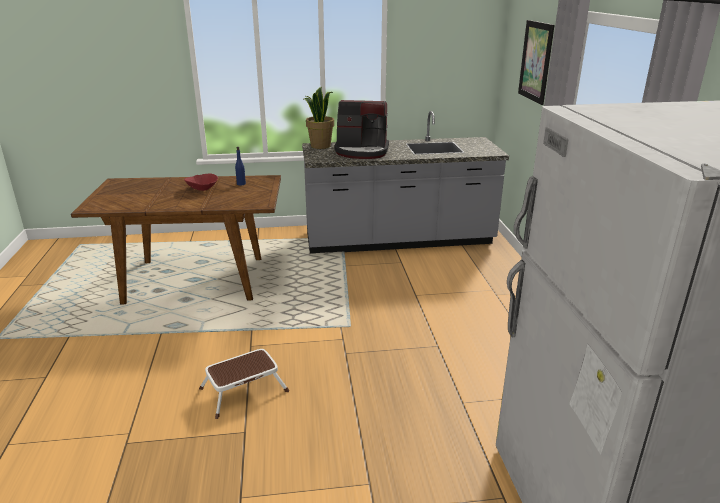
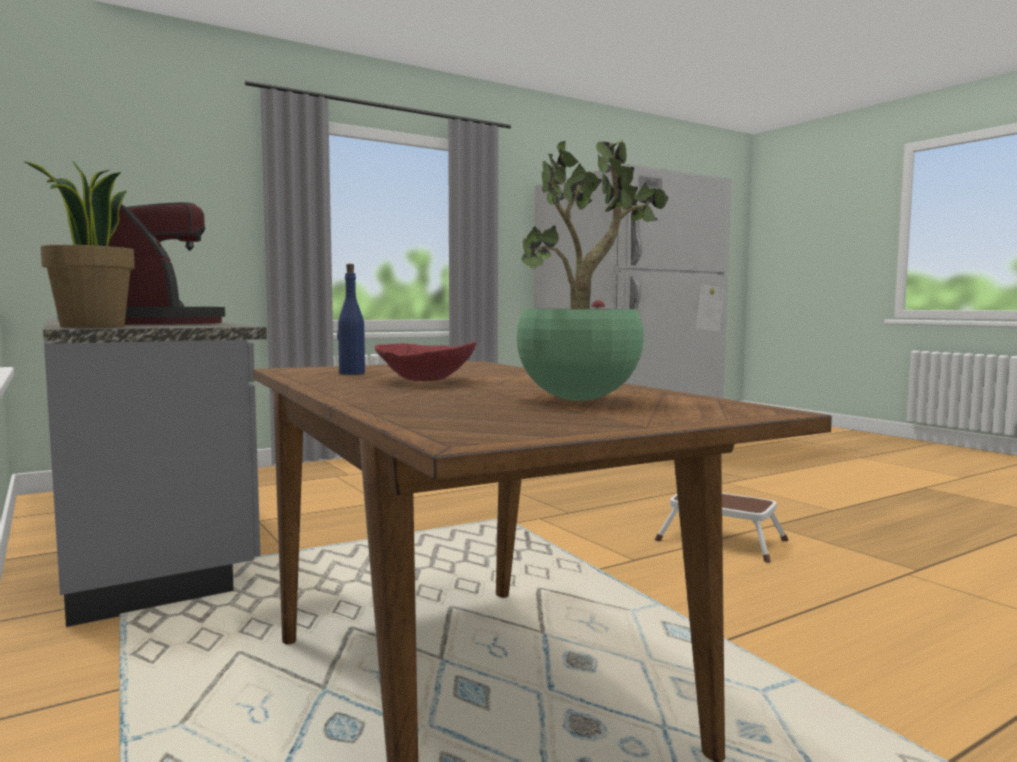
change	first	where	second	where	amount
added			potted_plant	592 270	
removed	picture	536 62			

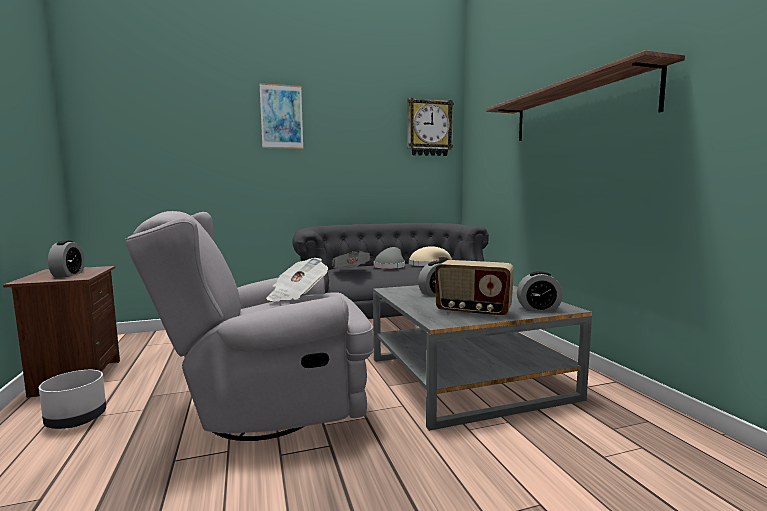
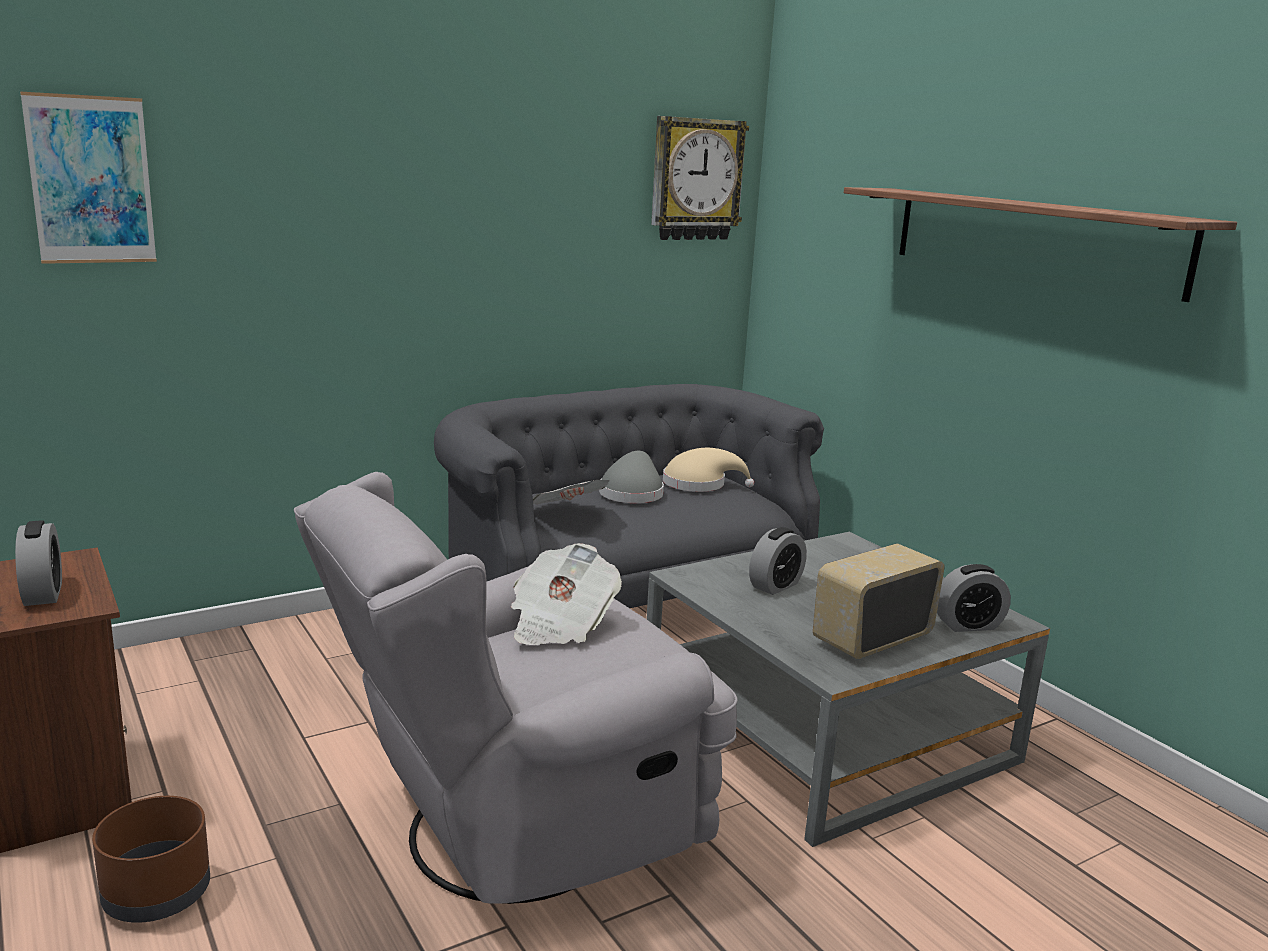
change	first	where	second	where	amount
moved	picture	281 116		88 178	
recoloured	grey_planter	72 399	brown_planter	151 859	
turned	radio	474 289		879 601	135 degrees clockwise

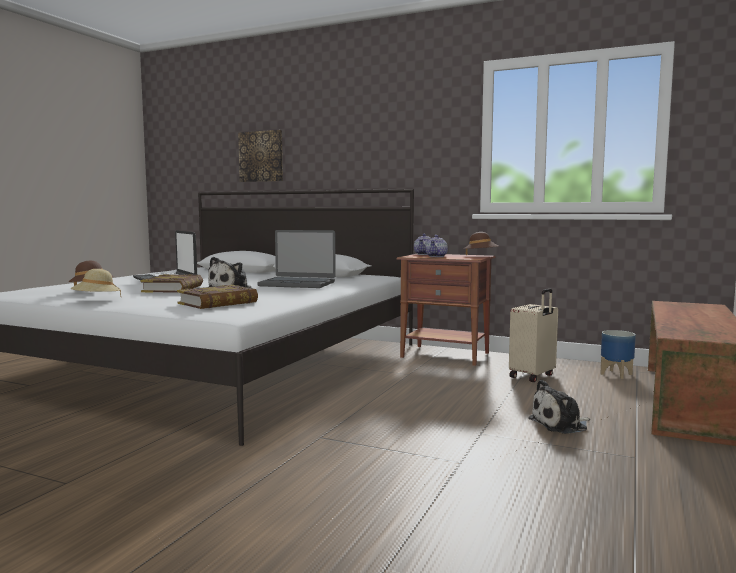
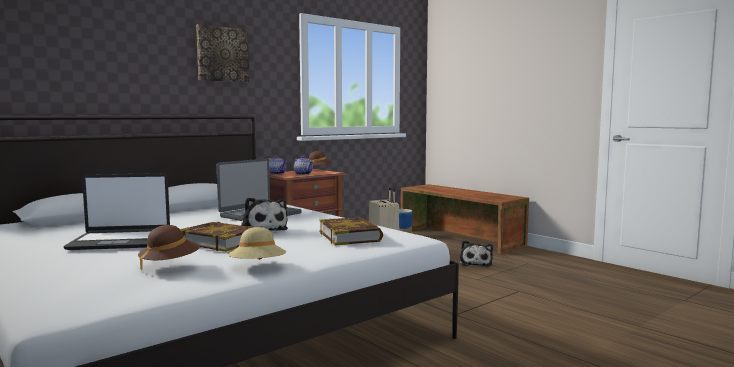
change	first	where	second	where	amount
moved	picture	260 156		222 53	

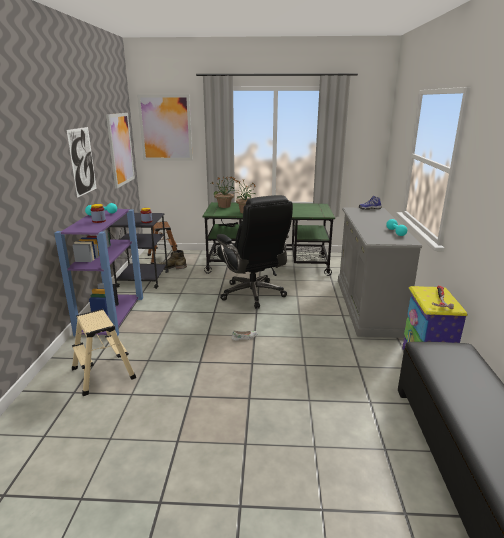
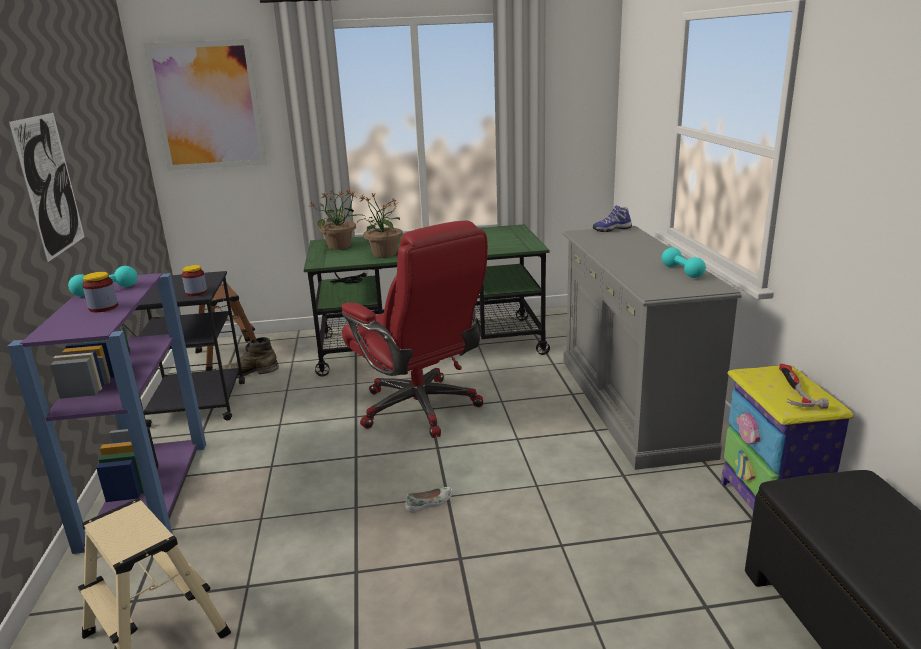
change	first	where	second	where	amount
recoloured	black_office_chair	255 252	red_office_chair	414 329	
removed	picture	120 150			

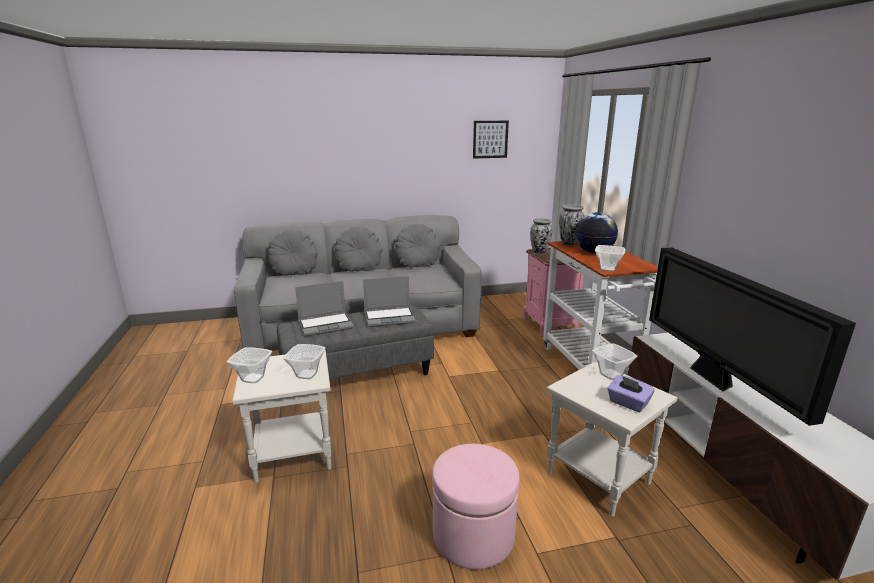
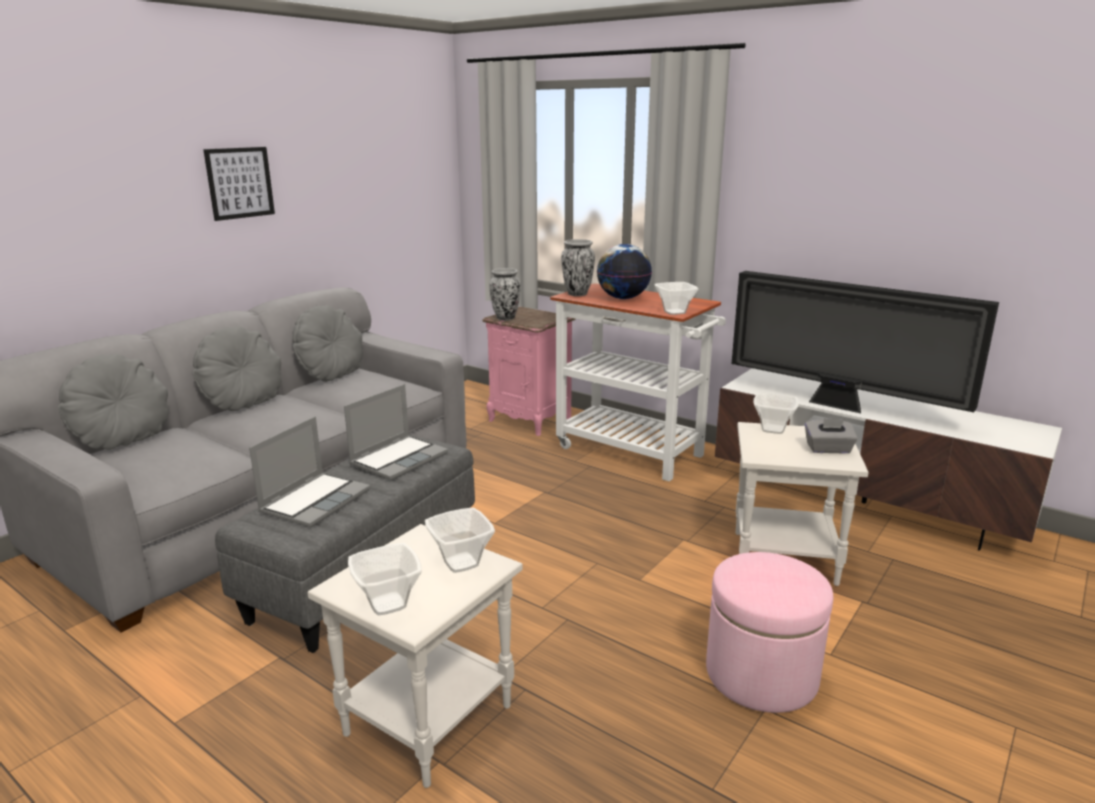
change	first	where	second	where	amount
moved	picture	491 140		239 184	
recoloured	purple_tissue_box	631 393	grey_tissue_box	831 436	

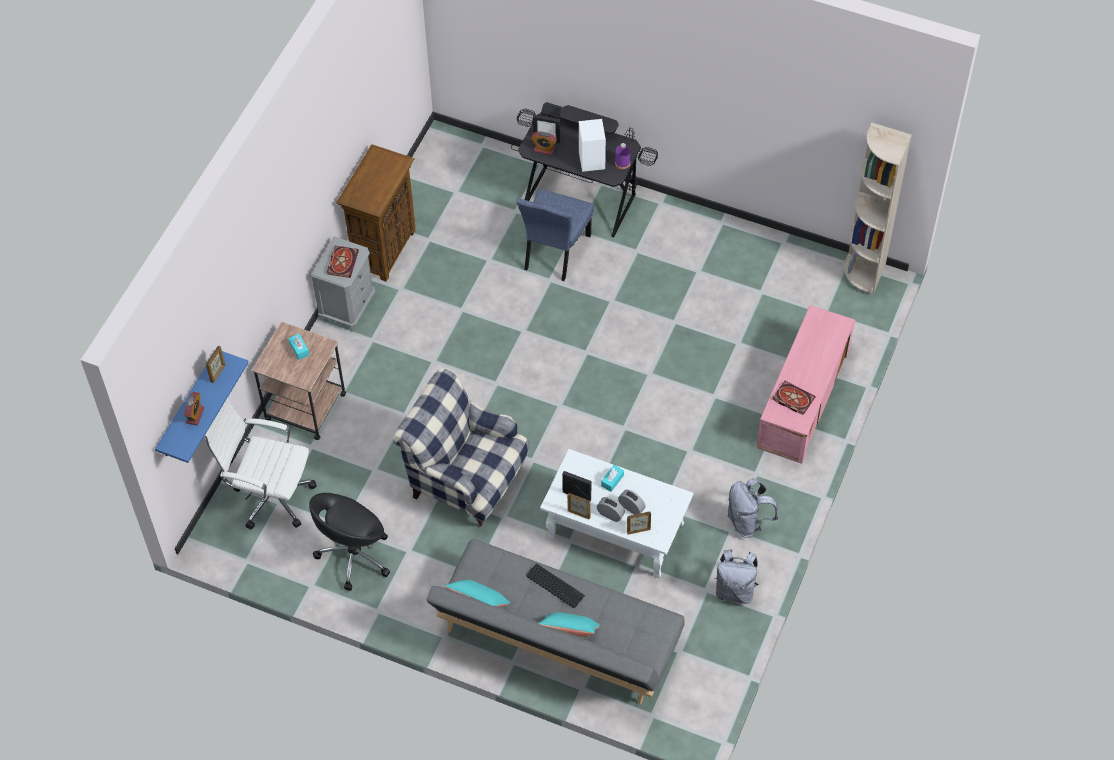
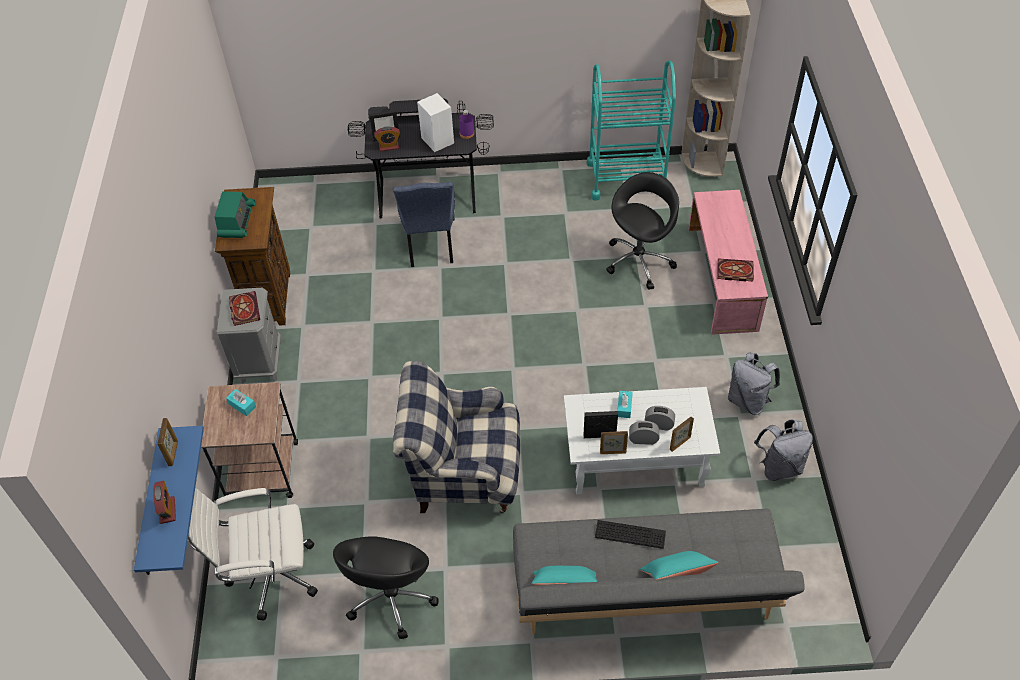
change	first	where	second	where	amount
added			radio	235 214	
added			turquoise_cart	631 130	
added			black_office_chair	642 230	

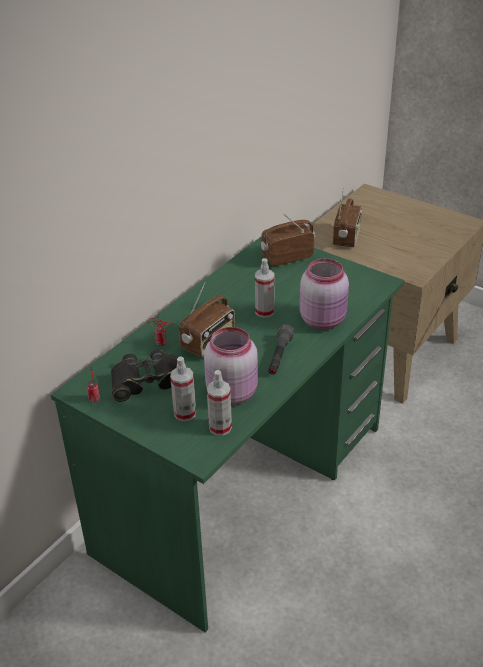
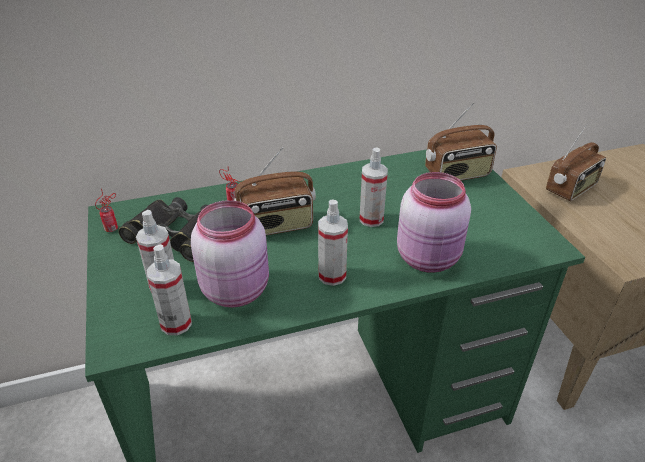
change	first	where	second	where	amount
replaced	grey_flashlight	281 349	spray_bottle	333 242	
turned	radio	288 239		461 141	150 degrees clockwise

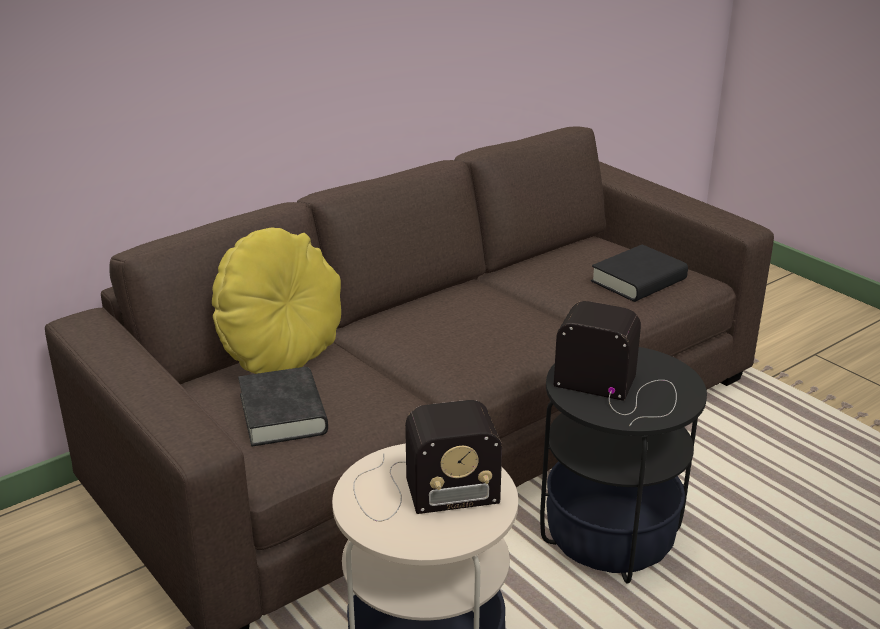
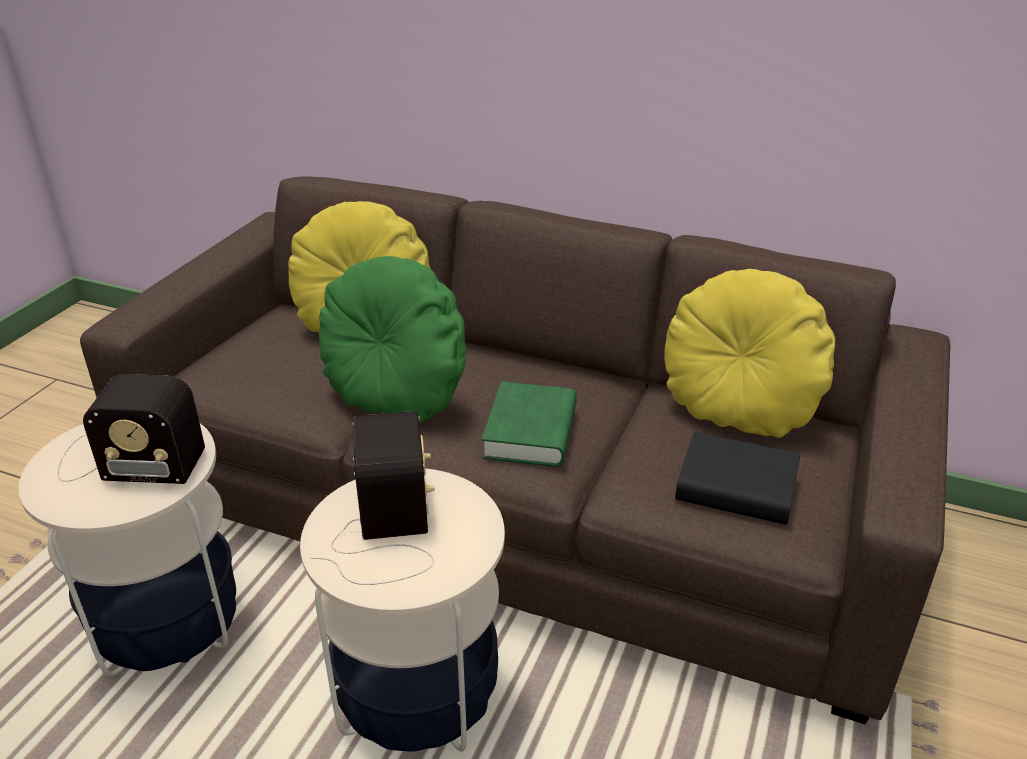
change	first	where	second	where	amount
turned	radio	427 460		131 429	45 degrees counterclockwise
recoloured	black_side_table	623 465	beige_side_table	402 610	
added			green_pillow	392 339	
added			green_book	529 424	
added			yellow_pillow	749 353	
removed	black_book	283 407			

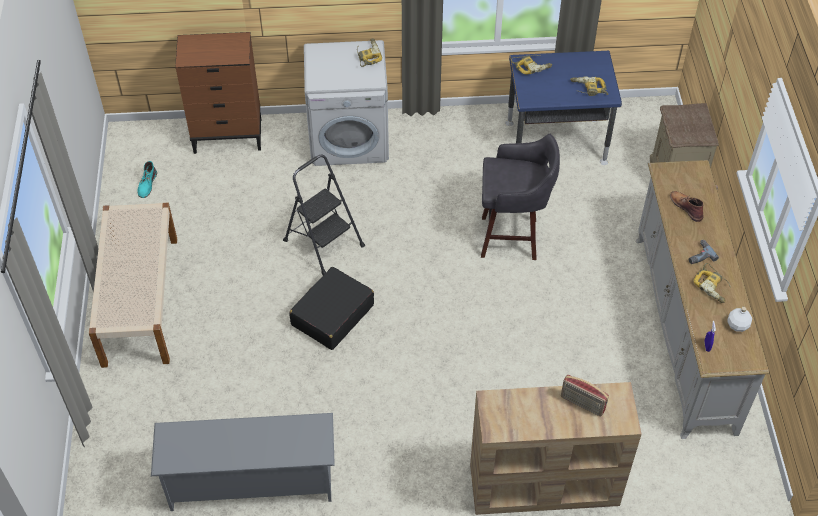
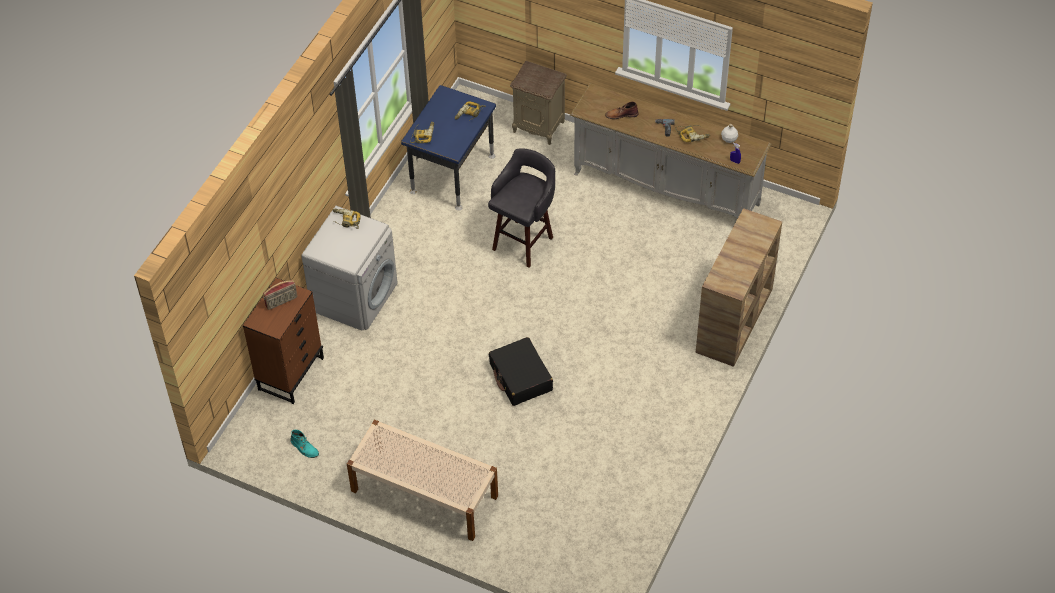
change	first	where	second	where	amount
moved	radio	585 395		280 295	
removed	grey_shoe_rack	243 462			
removed	black_step_ladder	324 215			

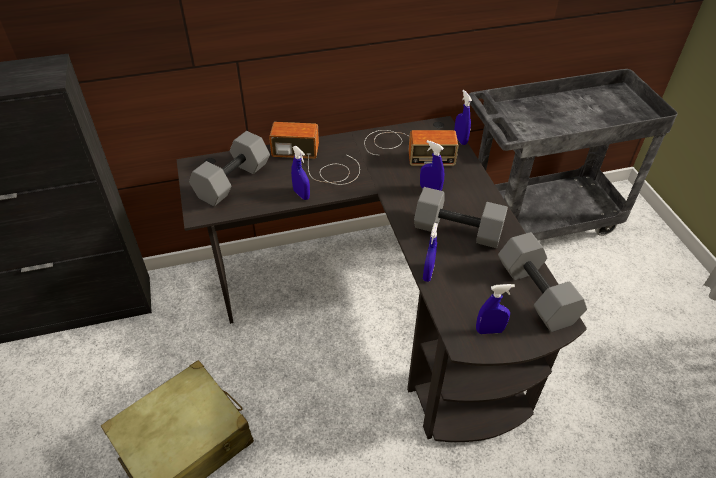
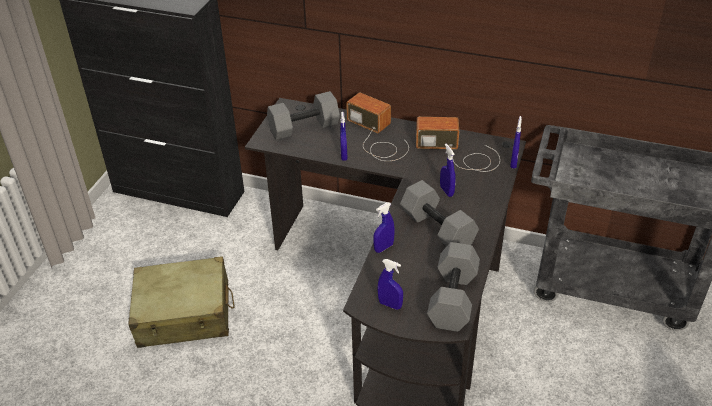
change	first	where	second	where	amount
turned	radio	411 148		458 144	150 degrees clockwise

